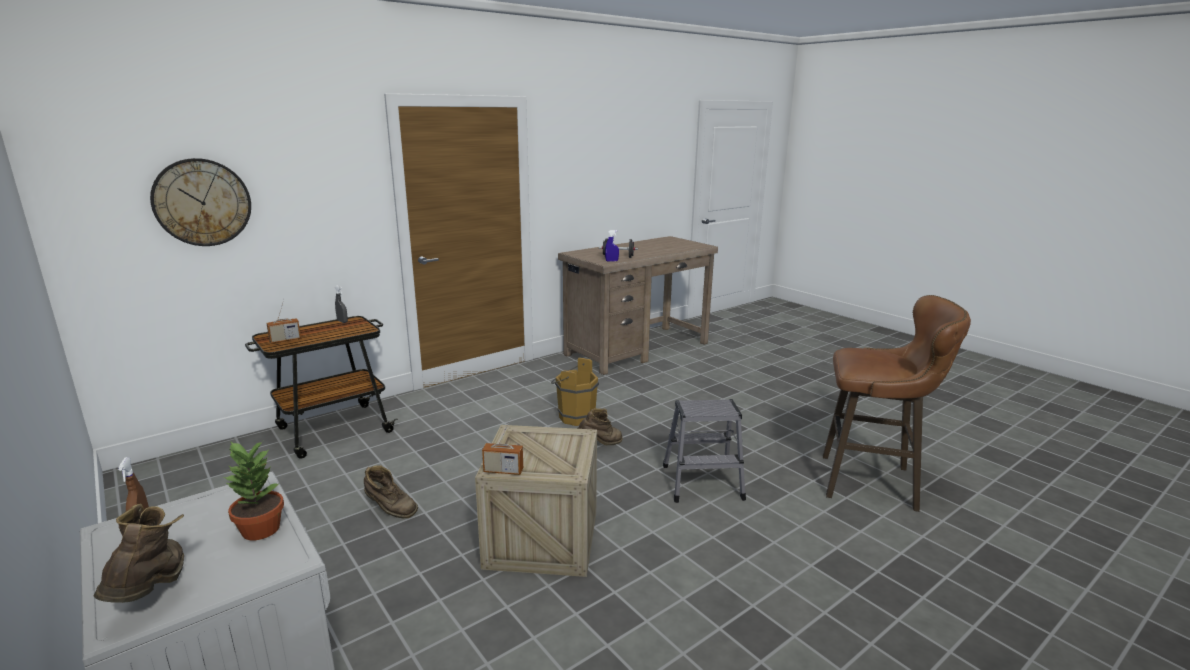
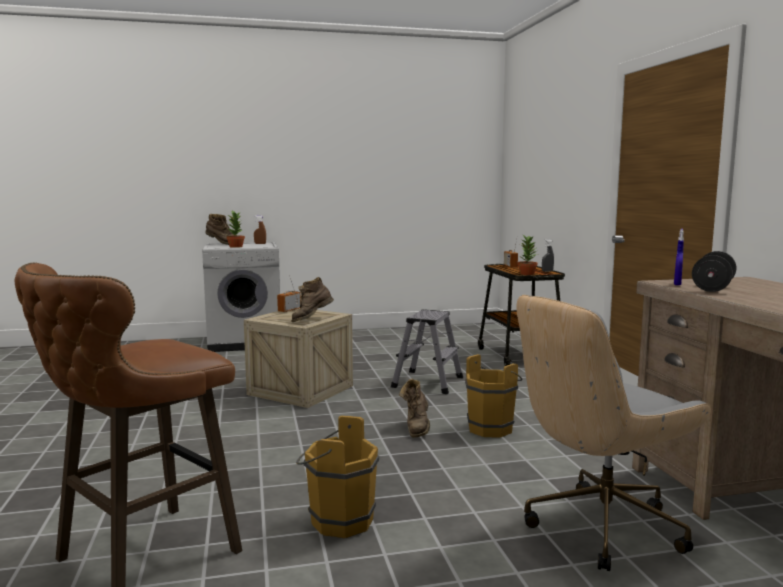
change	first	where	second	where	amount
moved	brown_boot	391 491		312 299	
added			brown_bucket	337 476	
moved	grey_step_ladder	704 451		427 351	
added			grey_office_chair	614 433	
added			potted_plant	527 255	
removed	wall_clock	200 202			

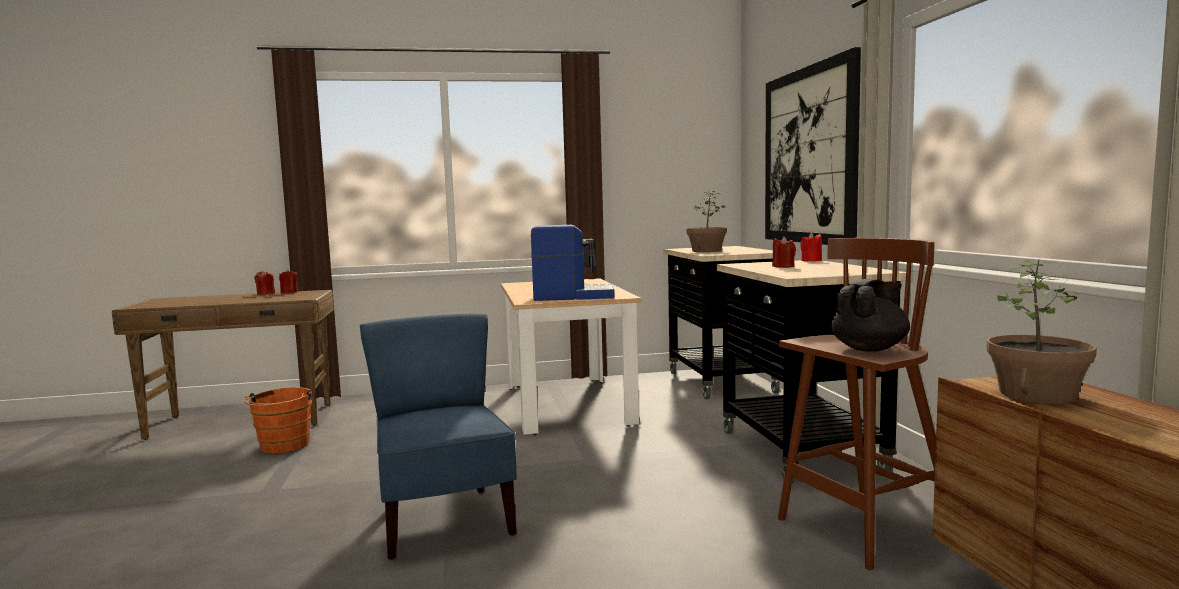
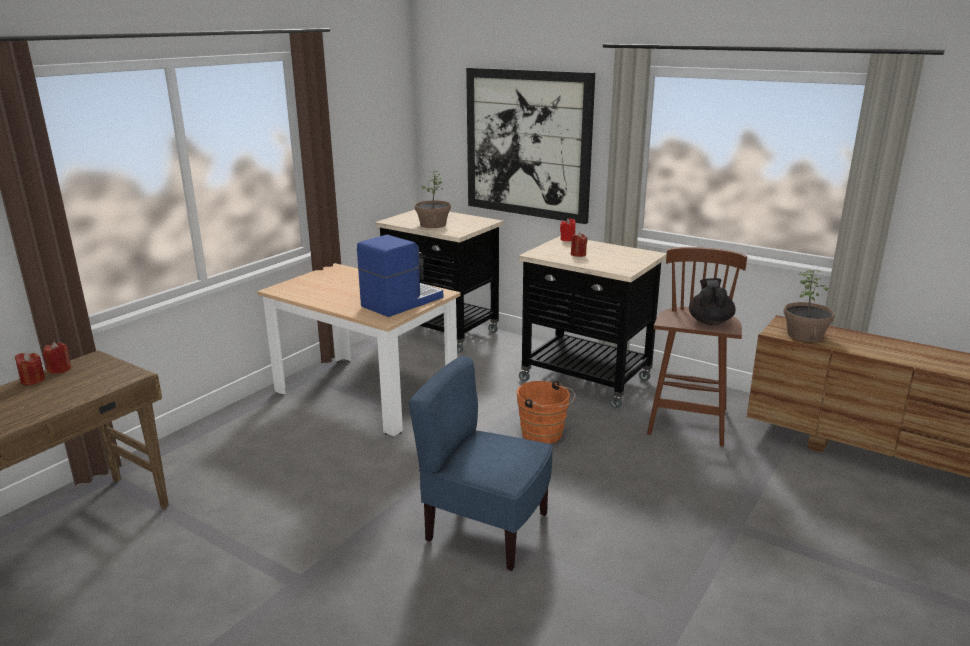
change	first	where	second	where	amount
moved	orange_bucket	278 420		546 412	

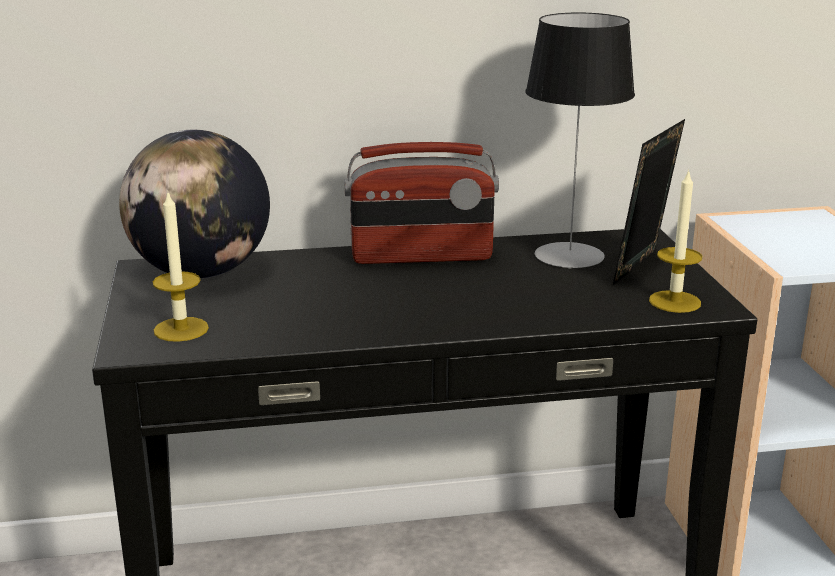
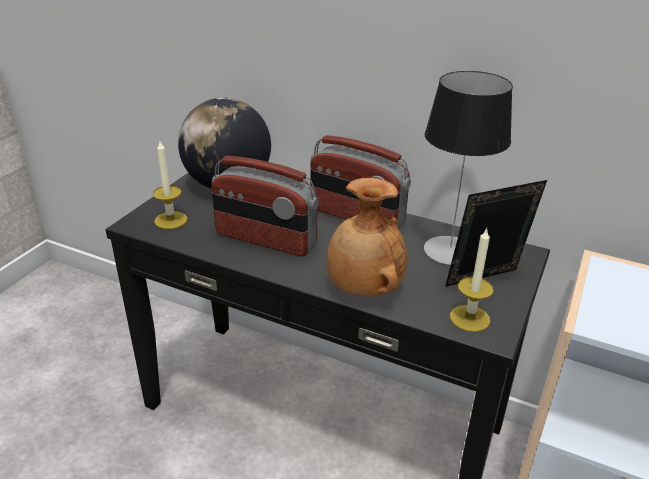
change	first	where	second	where	amount
added			radio	265 206	
added			brown_vase	367 237	

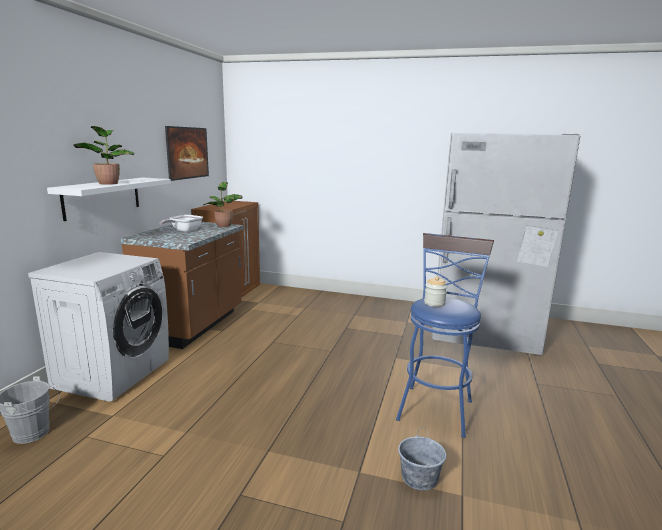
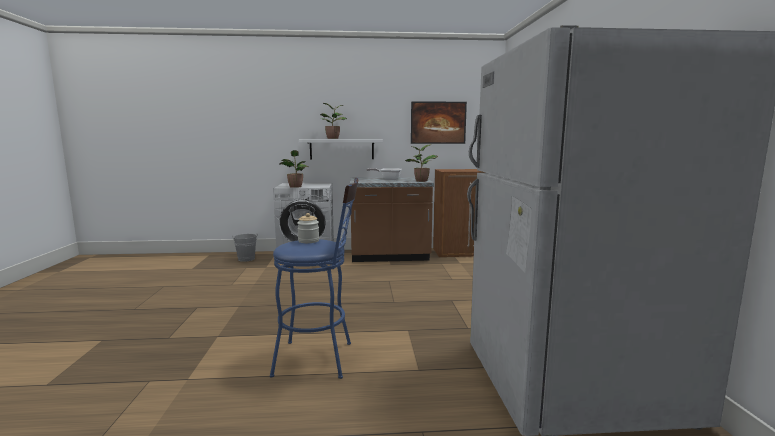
change	first	where	second	where	amount
added			potted_plant	293 169	
removed	grey_bucket	422 459			

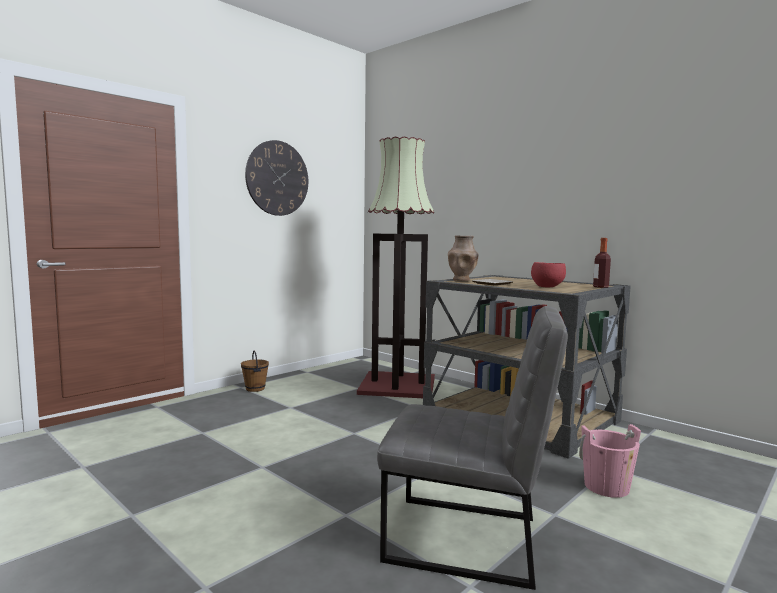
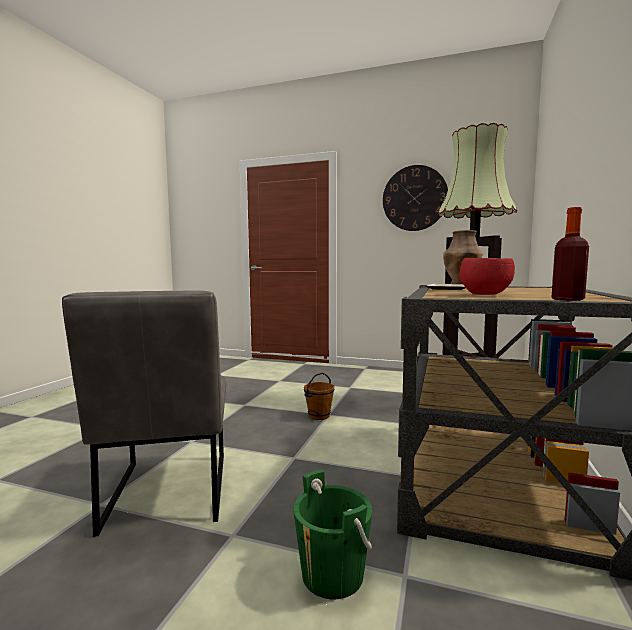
change	first	where	second	where	amount
recoloured	pink_bucket	610 461	green_bucket	333 534	
moved	brown_bucket	255 371		319 396	

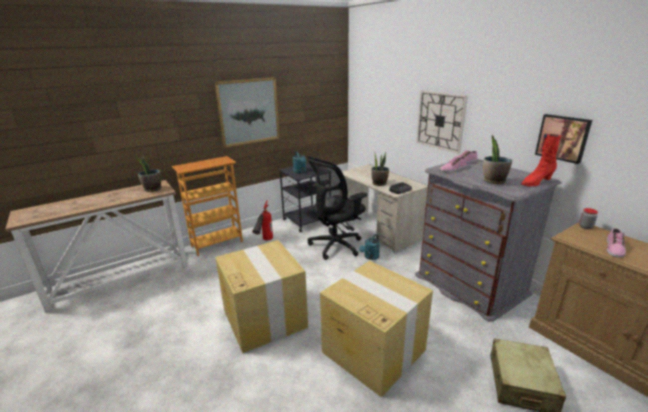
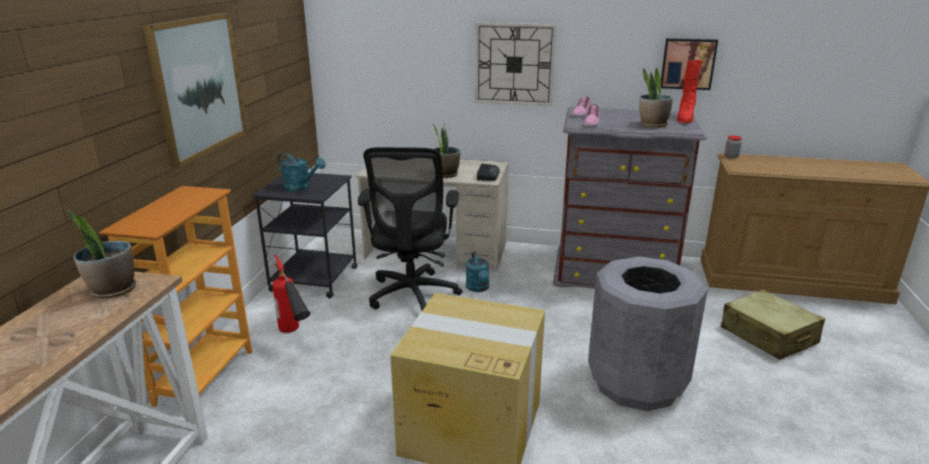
change	first	where	second	where	amount
replaced	cardboard_box	376 329	grey_trash_can	648 334	
removed	shoe	616 243			

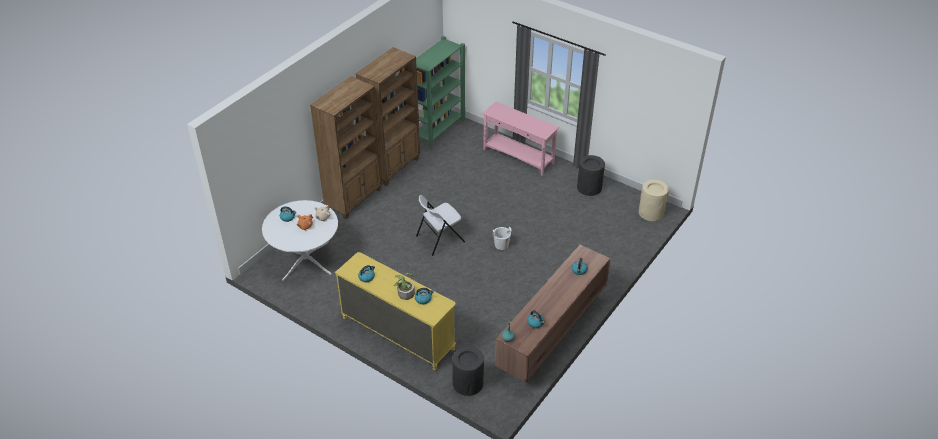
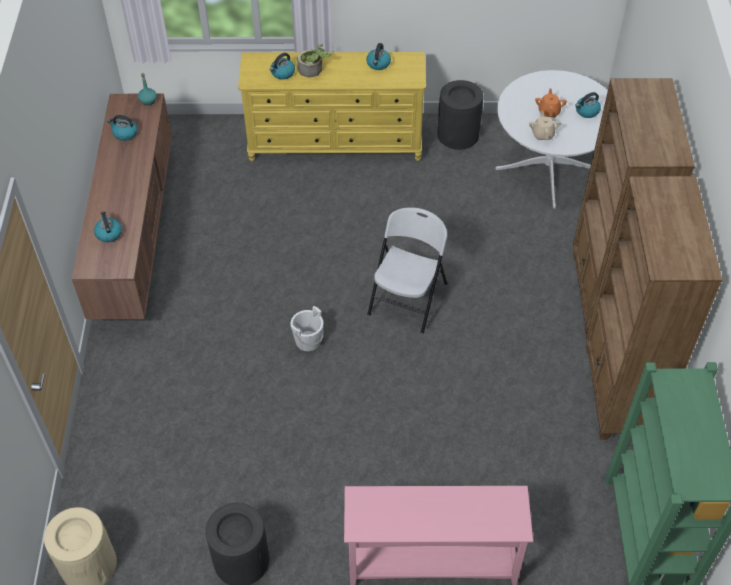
change	first	where	second	where	amount
moved	black_trash_can	468 371		460 115	

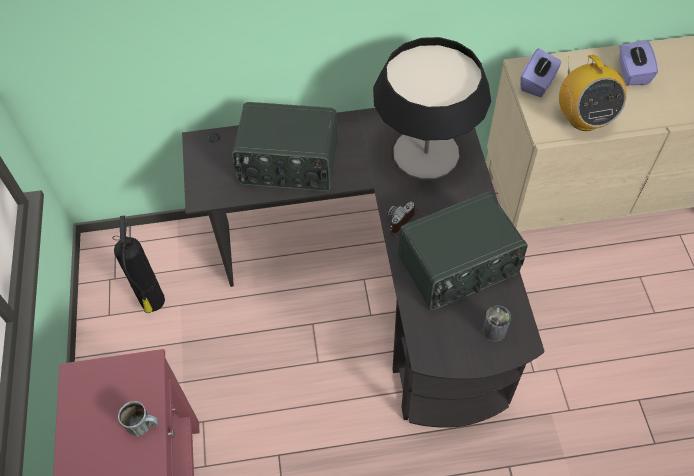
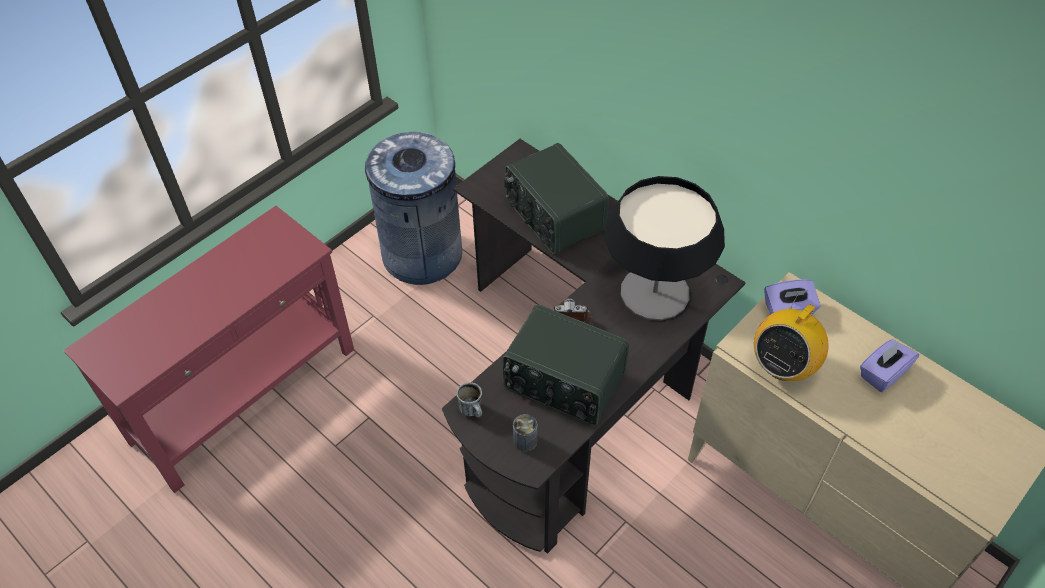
change	first	where	second	where	amount
replaced	fire_extinguisher	139 264	grey_trash_can	411 208	
moved	mug	138 418		469 399	

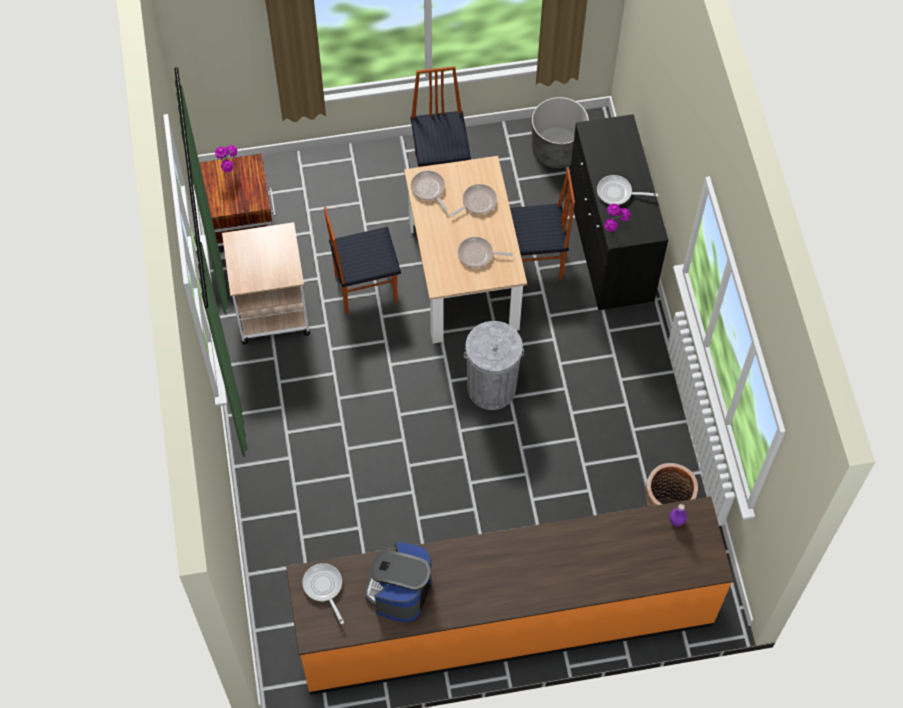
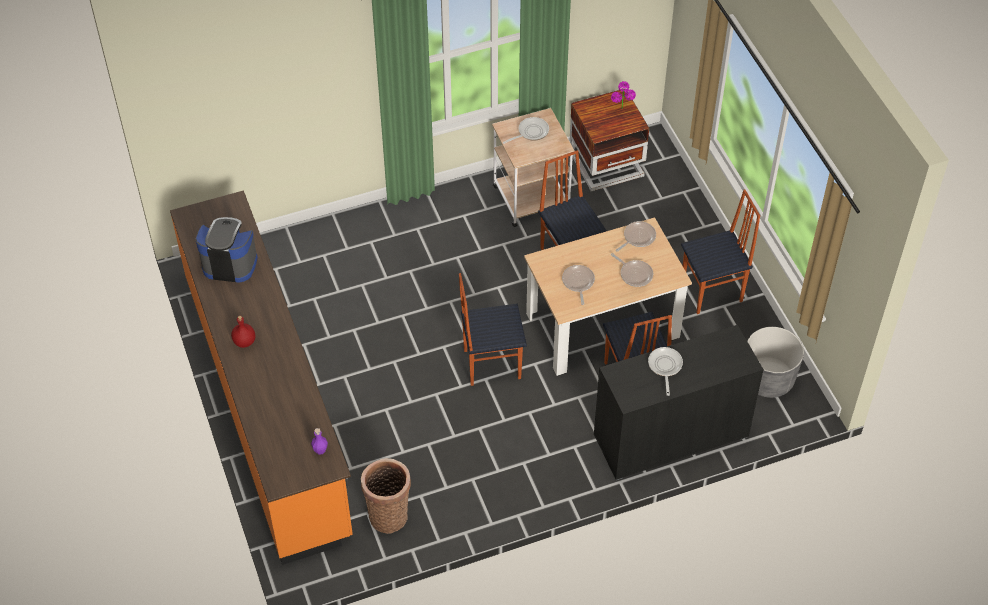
change	first	where	second	where	amount
added			red_bottle	243 332	
replaced	grey_trash_can	494 365	chair	493 329	
moved	frying_pan	323 593		525 130	
removed	potted_plant	617 218			

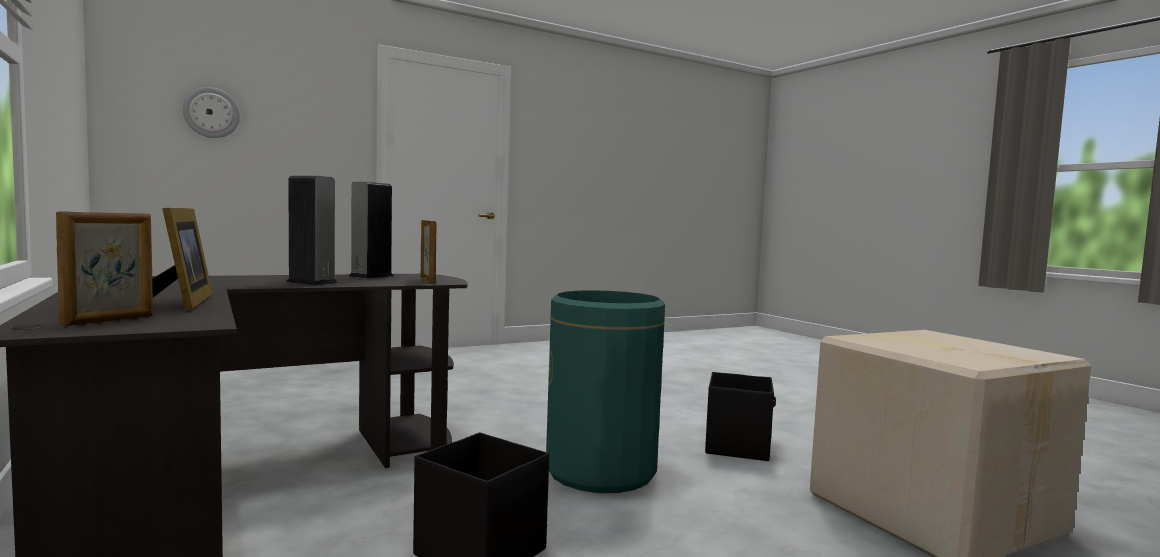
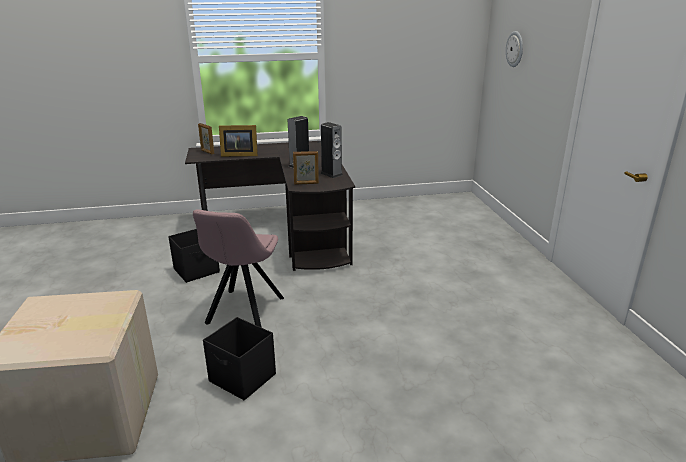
change	first	where	second	where	amount
replaced	green_trash_can	605 391	pink_chair	238 269	

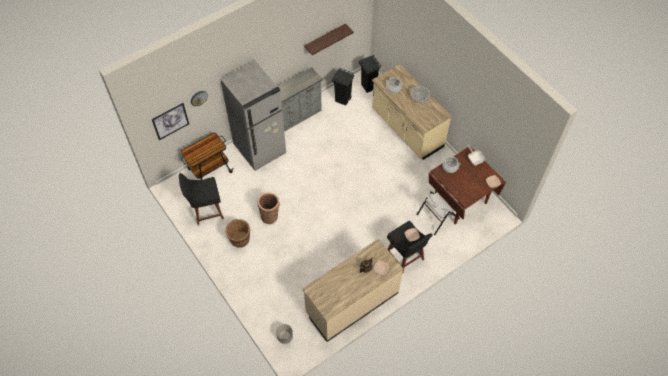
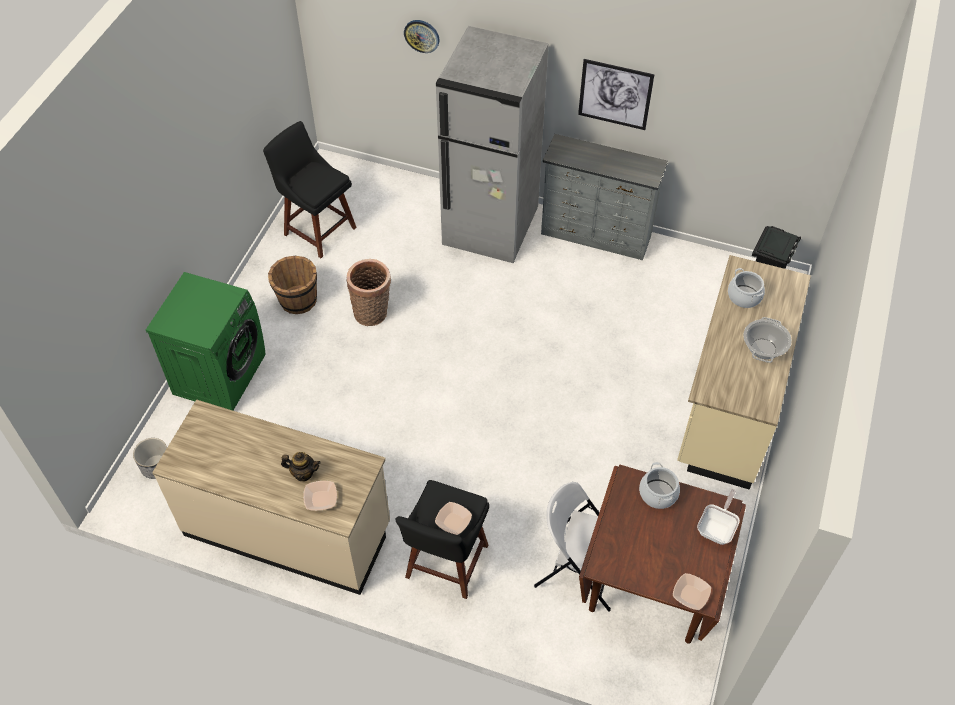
change	first	where	second	where	amount
added			green_washing_machine	206 341	
moved	picture	170 121		616 94	
removed	cart	207 156			
removed	shelf	329 39			
removed	black_trash_can	343 86			

